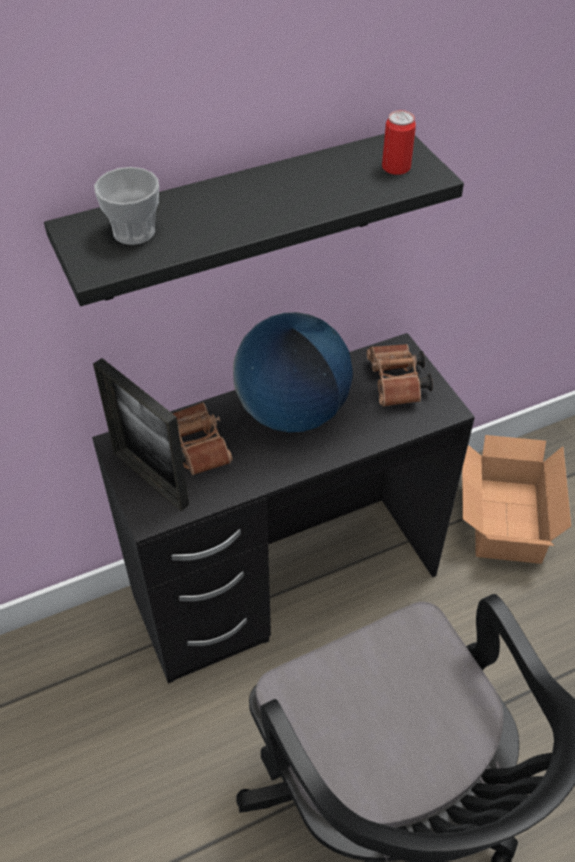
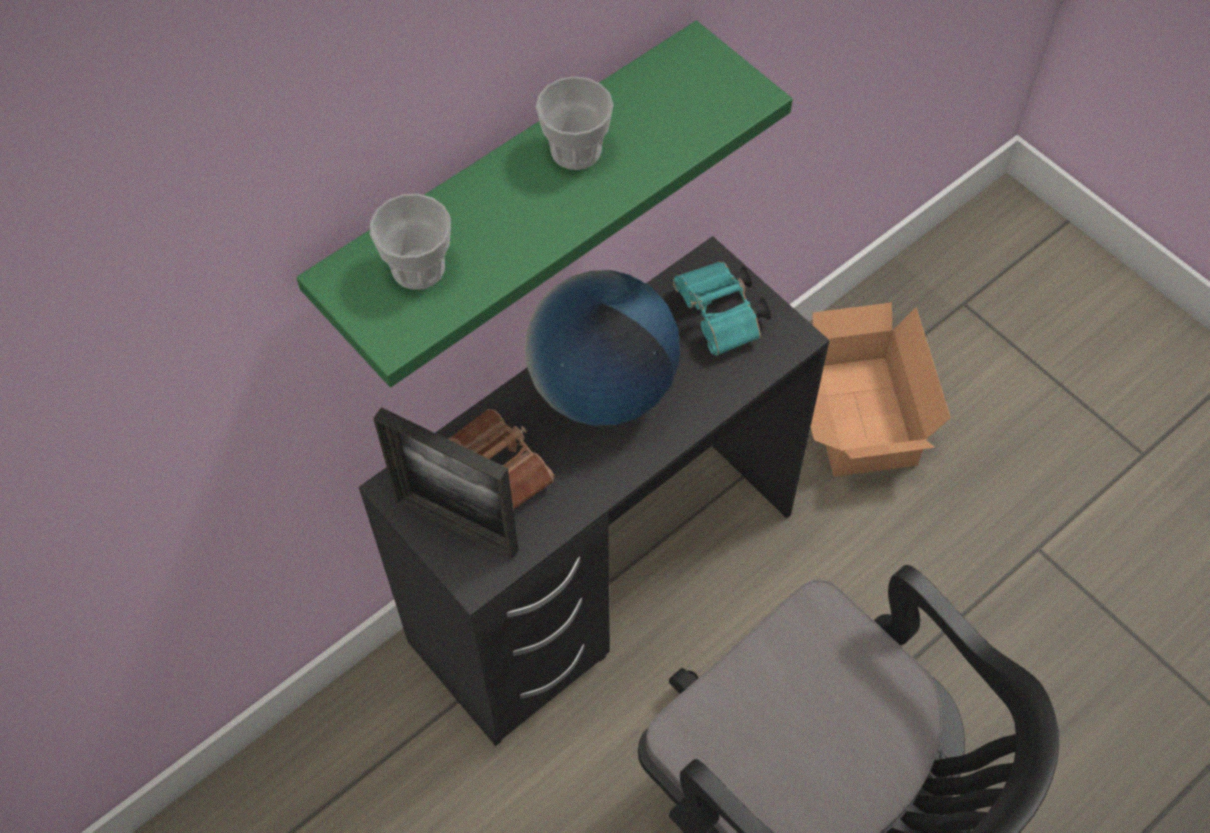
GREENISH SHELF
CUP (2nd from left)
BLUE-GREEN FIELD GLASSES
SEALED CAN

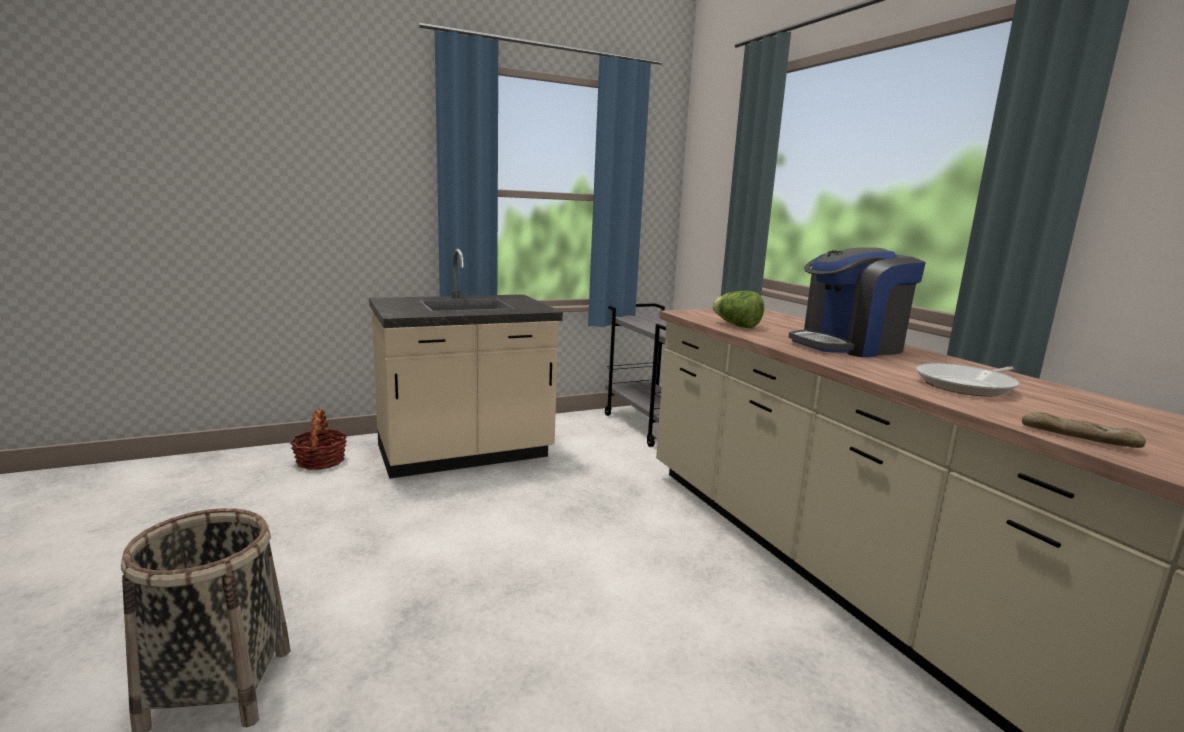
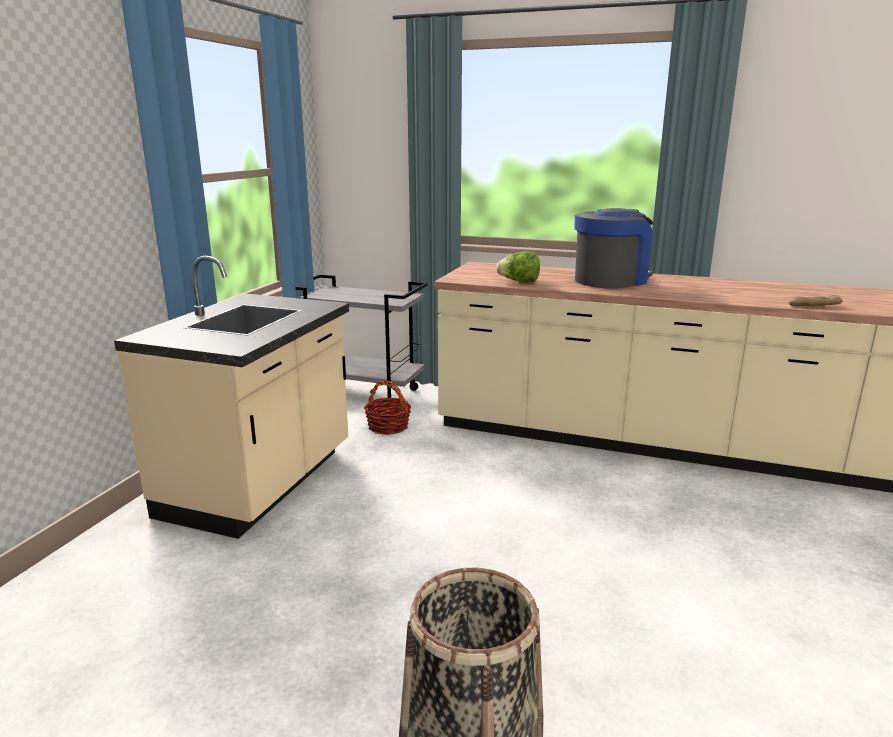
STORAGE BASKET (1st from left)
COFFEE BREWER
PAN

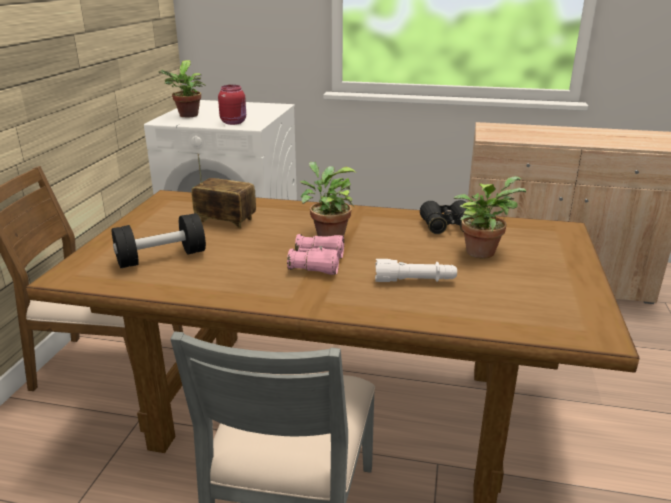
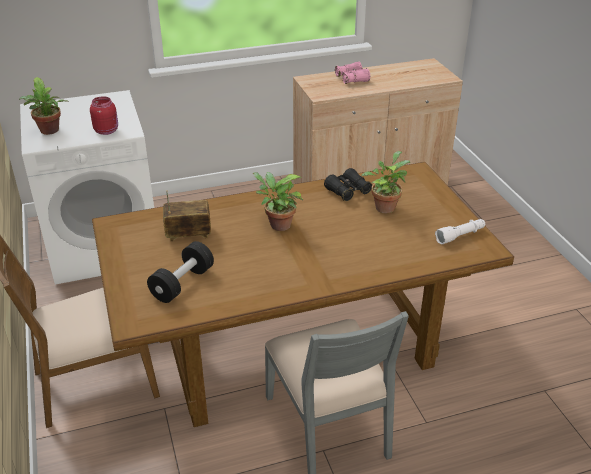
PINK-COLOURED FIELD GLASSES
WHITE HAND TORCH

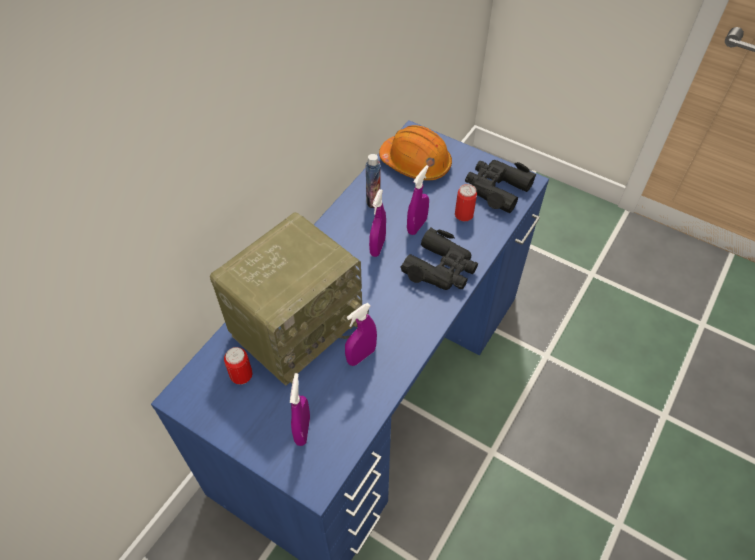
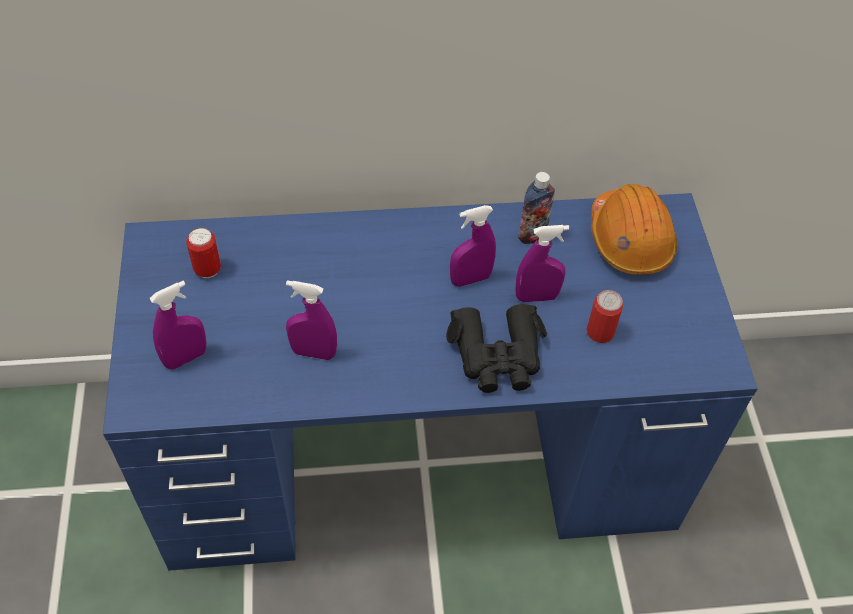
RADIO RECEIVER
BLACK FIELD GLASSES (2nd from left in the first image)

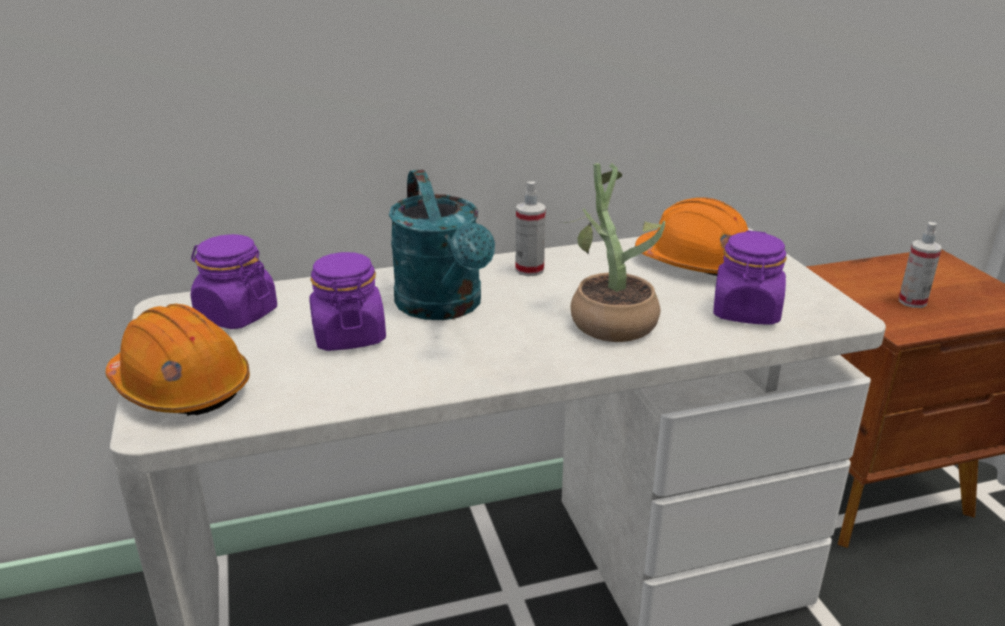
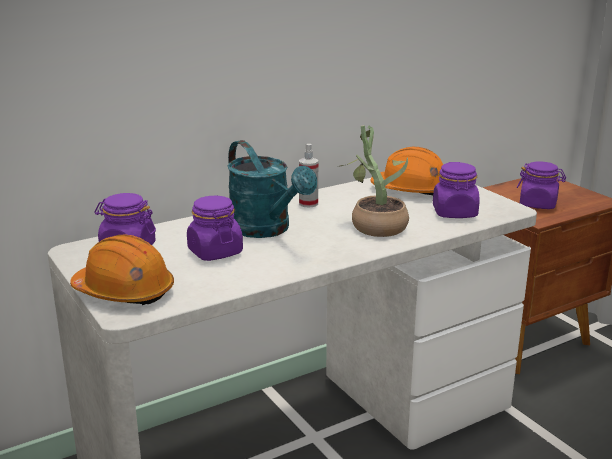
PURPLE PRESERVE JAR (4th from left)

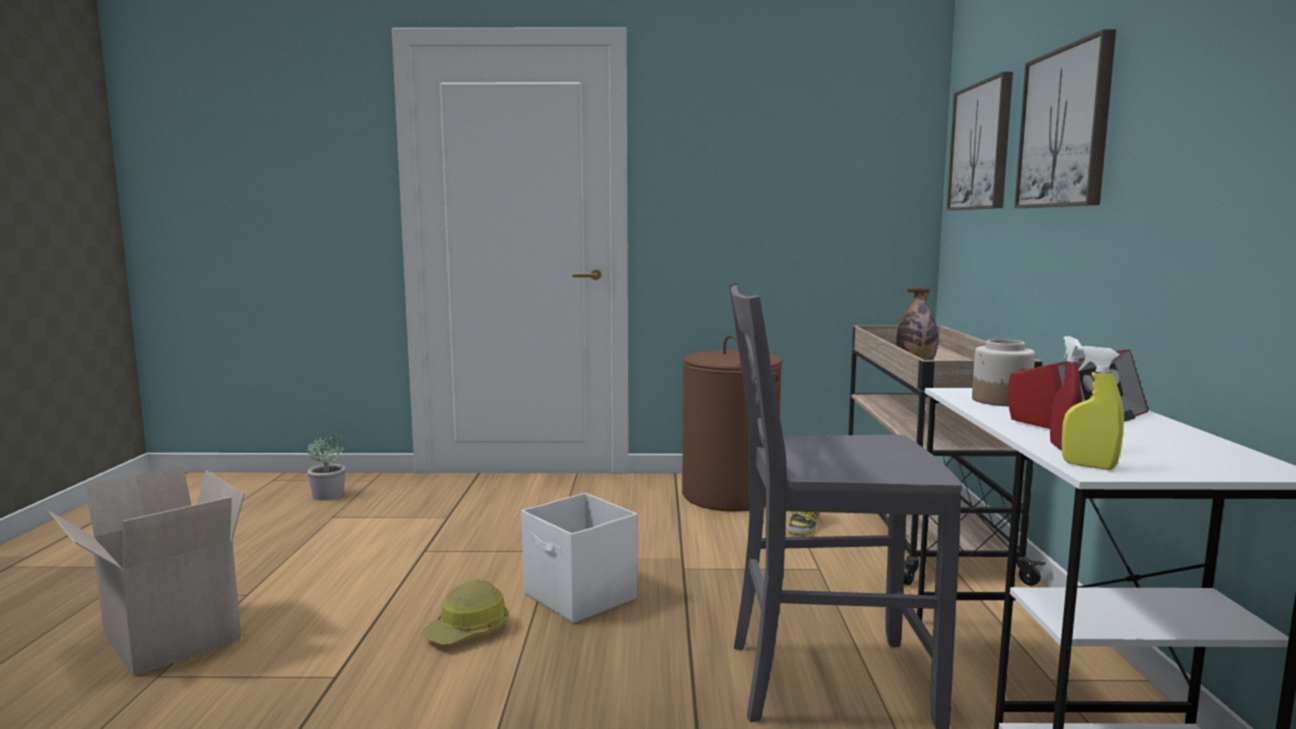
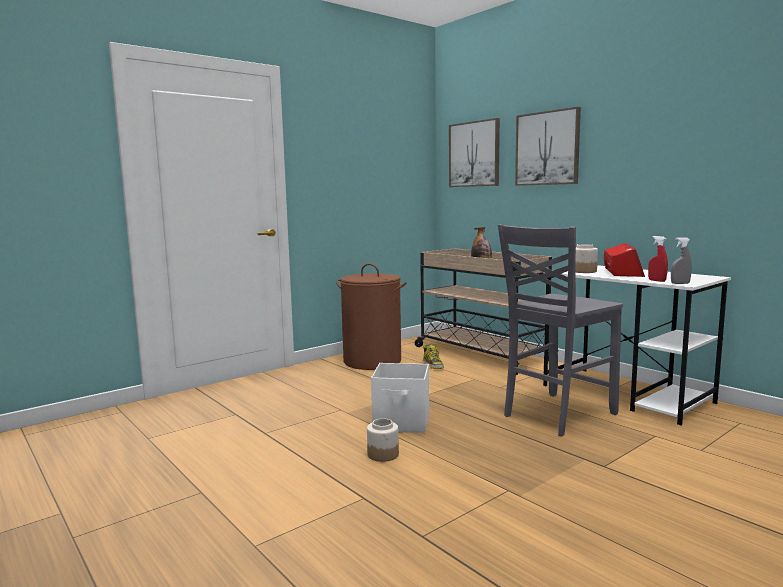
PRESERVE JAR (1st from left)
GREY SPRAYER
PACKING BOX
PLANT IN A POT

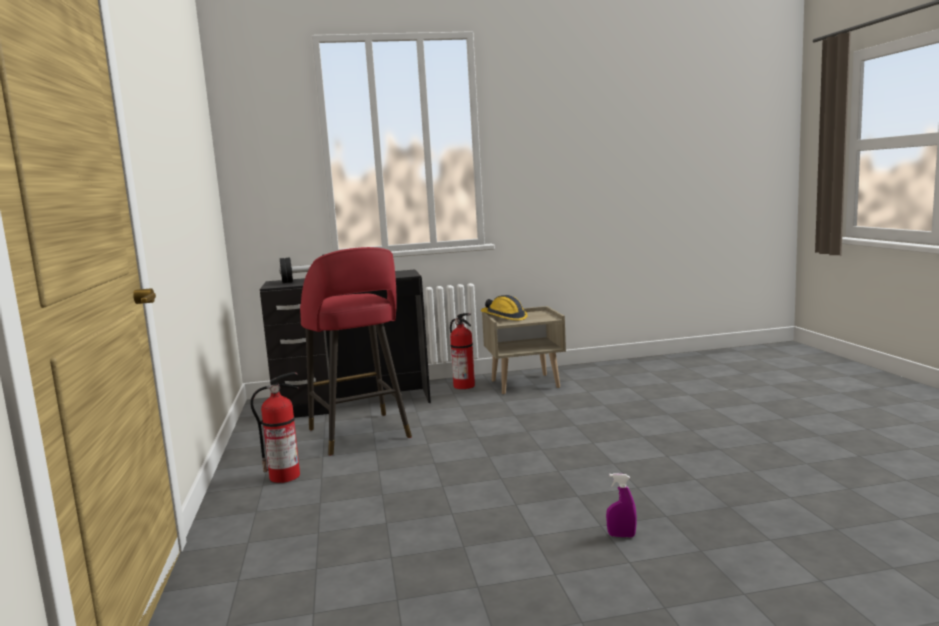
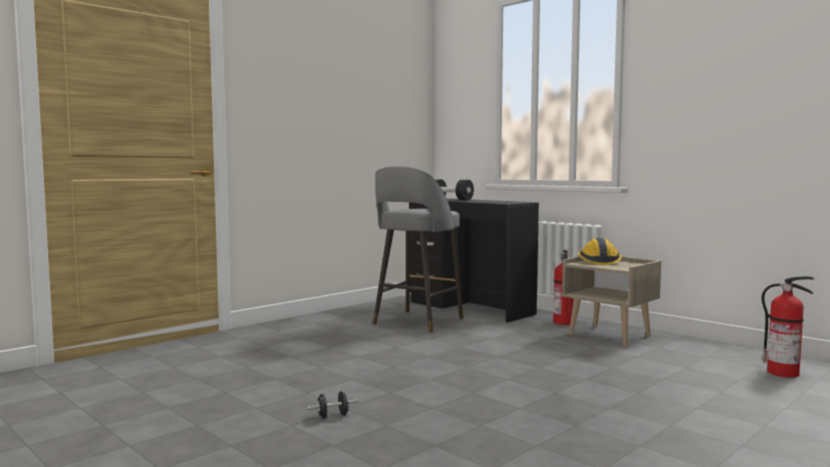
BLACK FREE WEIGHT (1st from left)
GREY STOOL
FIRE-FIGHTING CYLINDER (2nd from left)

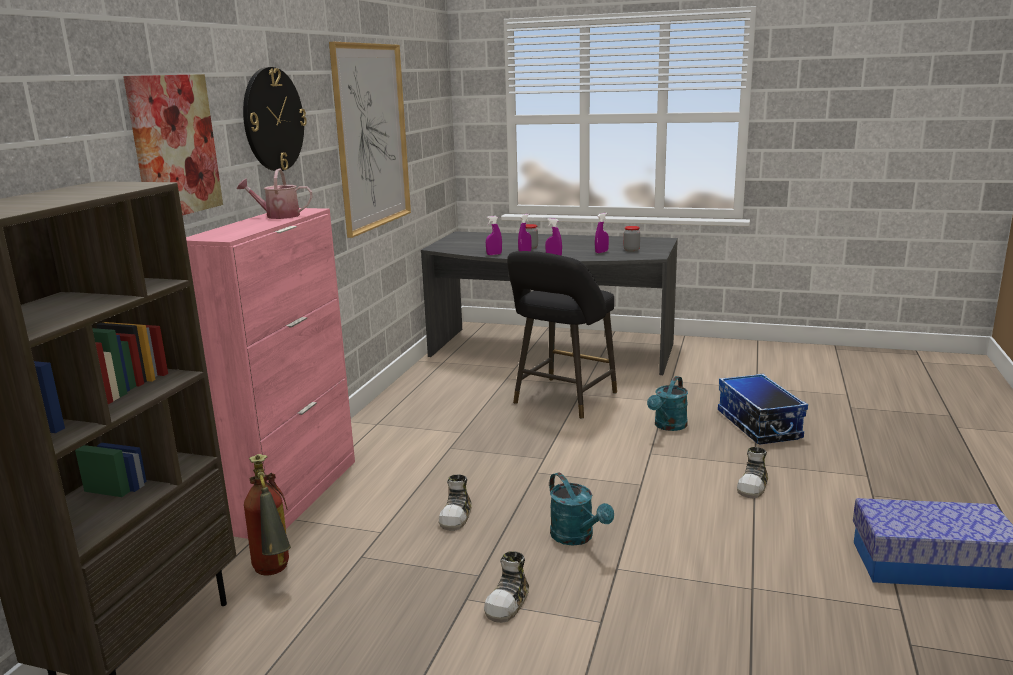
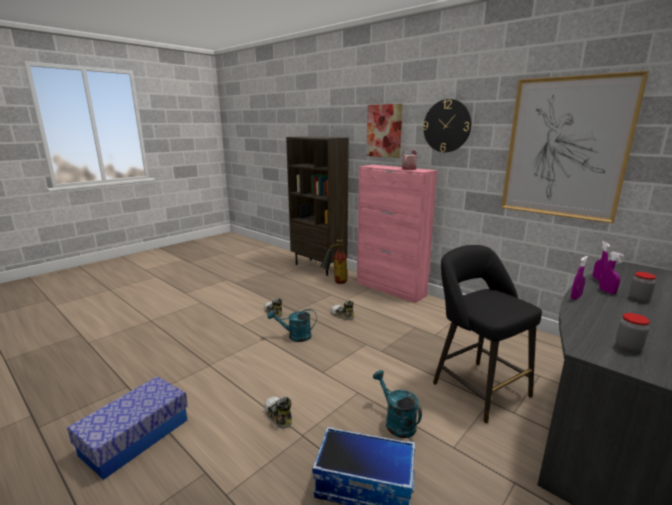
PURPLE SPRAYER (4th from left in the first image)

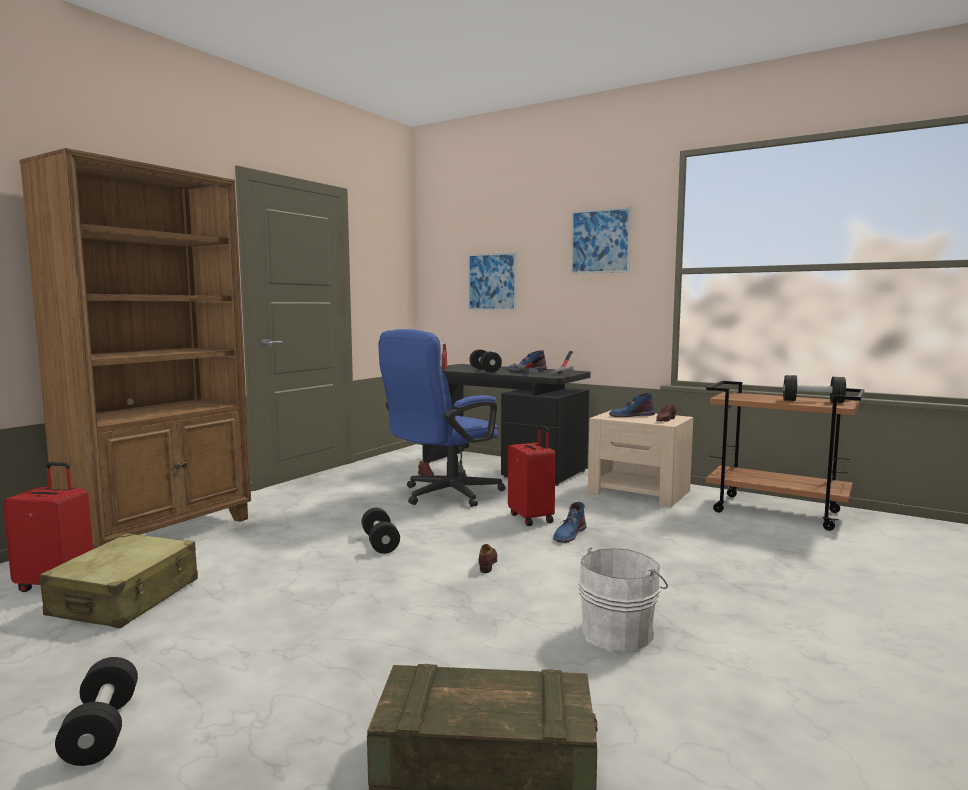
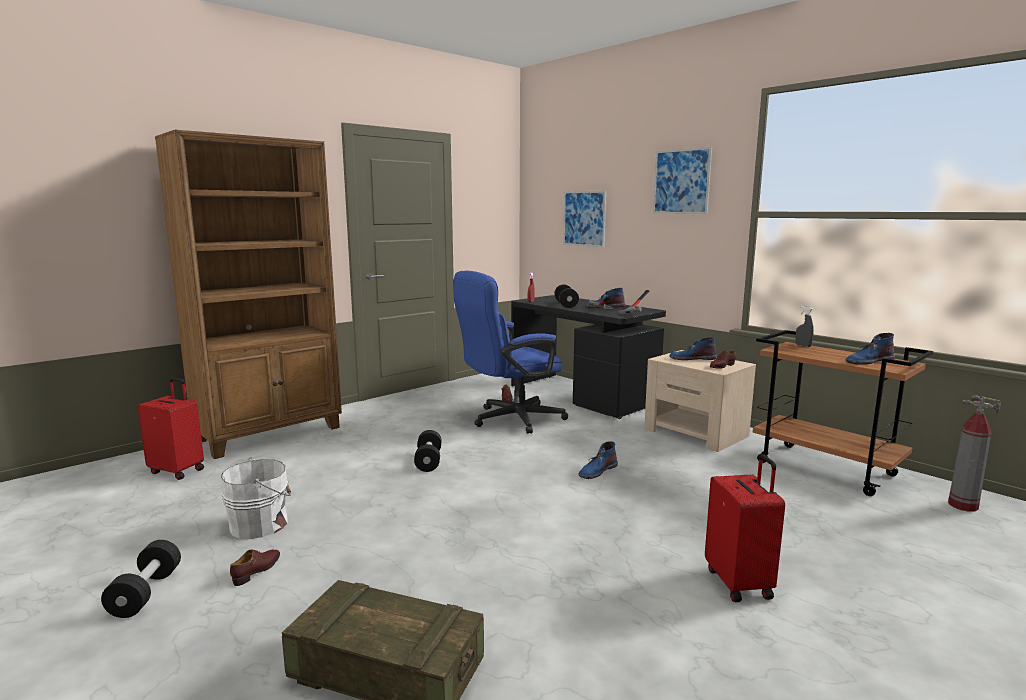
WHITE PAIL
BROWNISH SHOE (1st from left)
RED-COLOURED TRAVEL CASE (2nd from left)
GREY SPRAYER
BLUE BOOT (4th from left)
FIRE-FIGHTING CYLINDER
BEIGE TRAVEL CASE

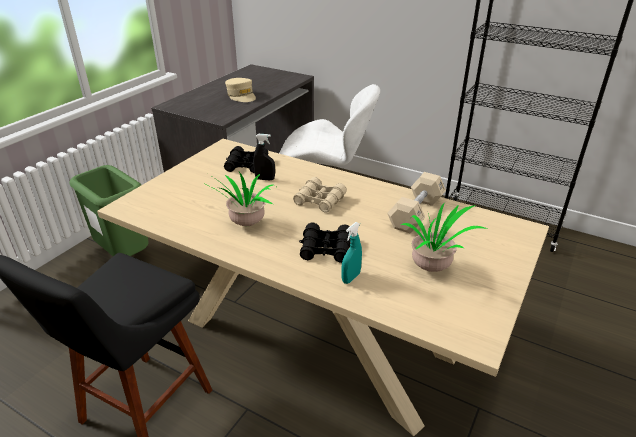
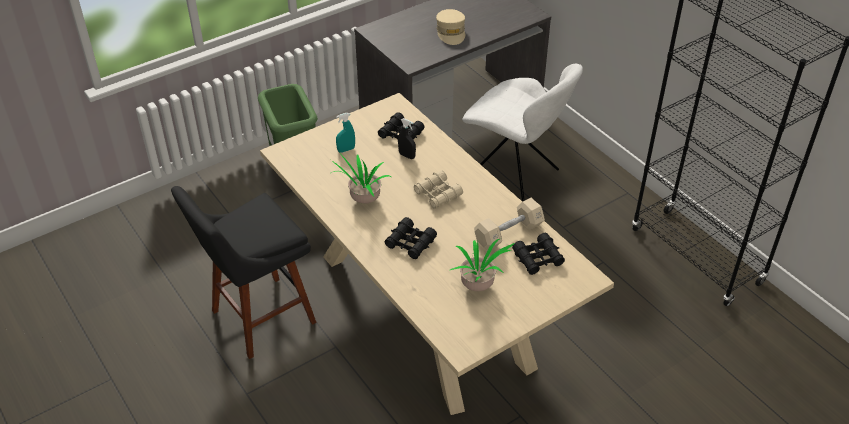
BLUE-GREEN SPRAYER
BLACK FIELD GLASSES (3rd from left)

